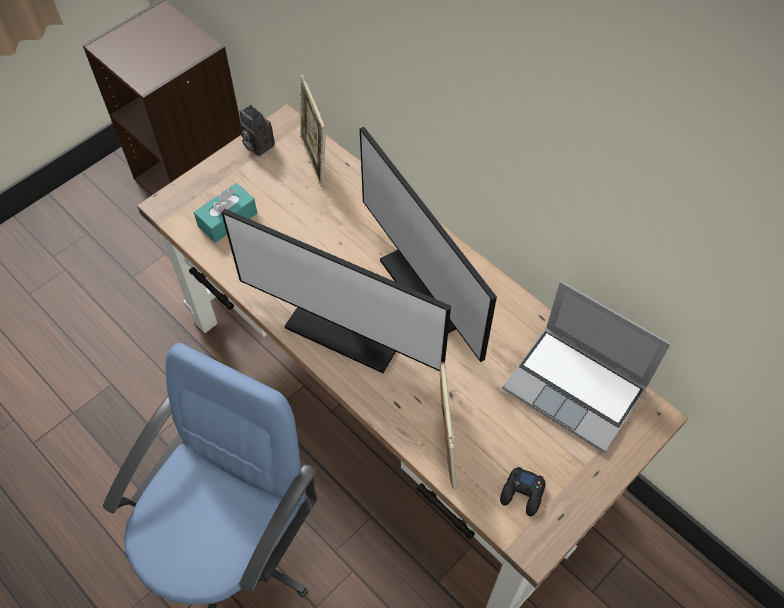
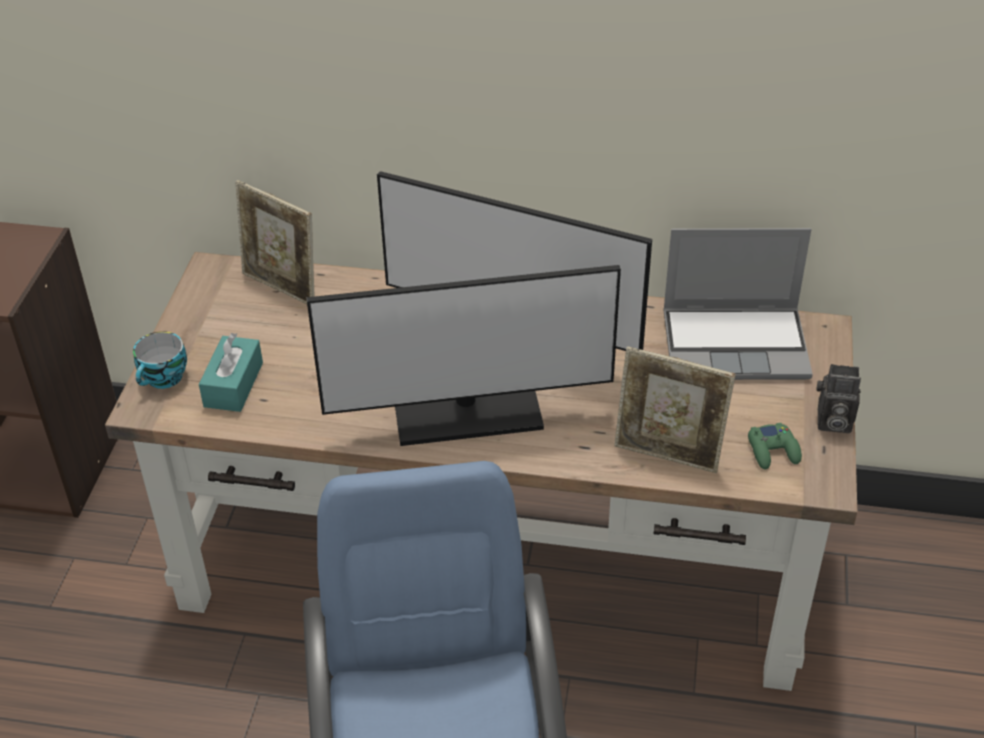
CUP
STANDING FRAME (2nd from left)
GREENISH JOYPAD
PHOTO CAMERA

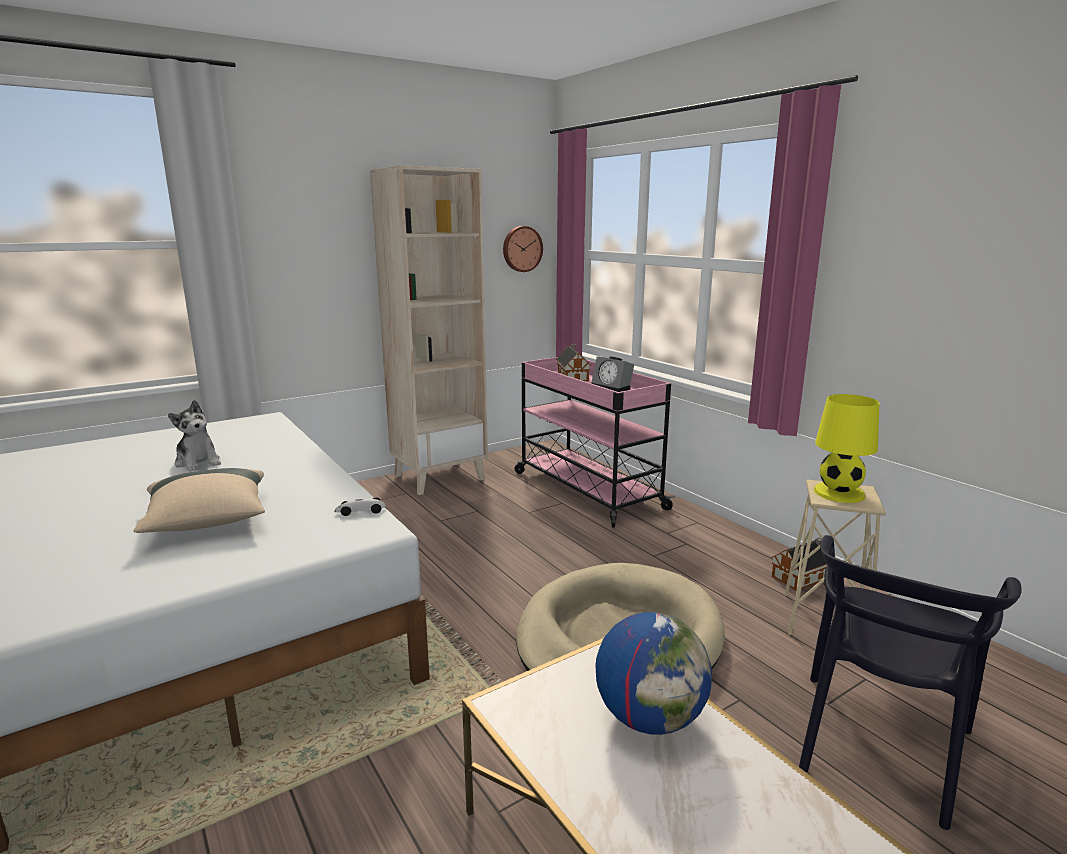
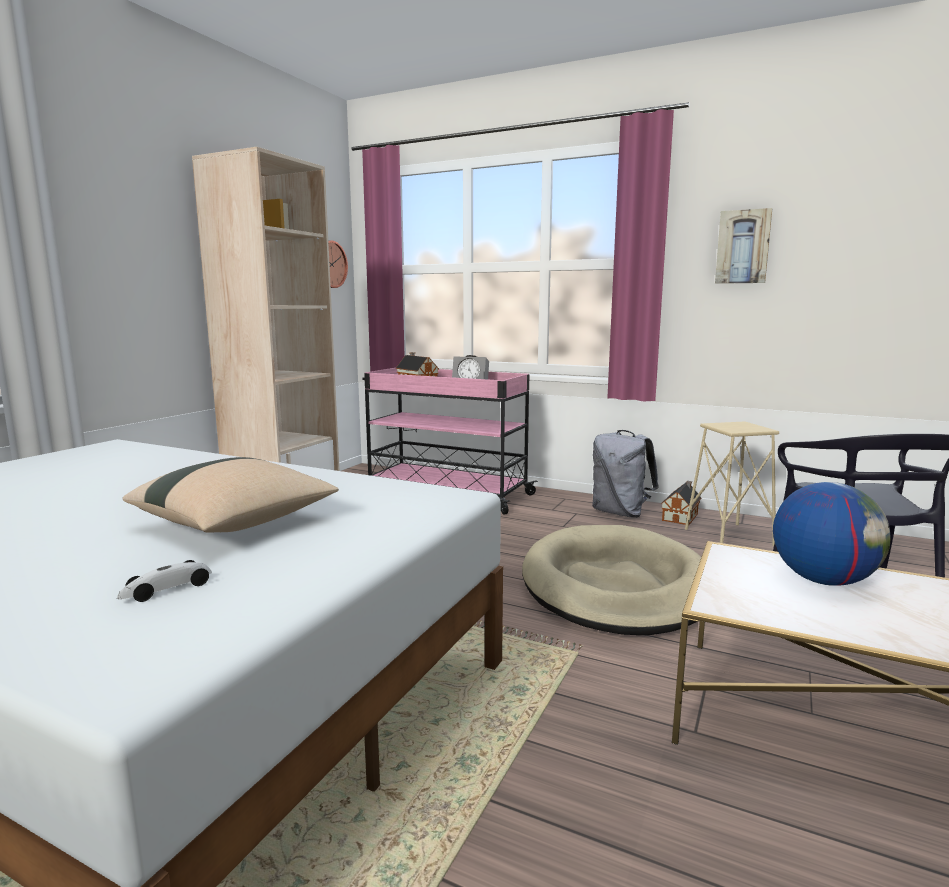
MINIATURE CAR
GREY RUCKSACK
PICTURE
CUDDLY TOY
YELLOW-COLOURED LAMP FOR A TABLE

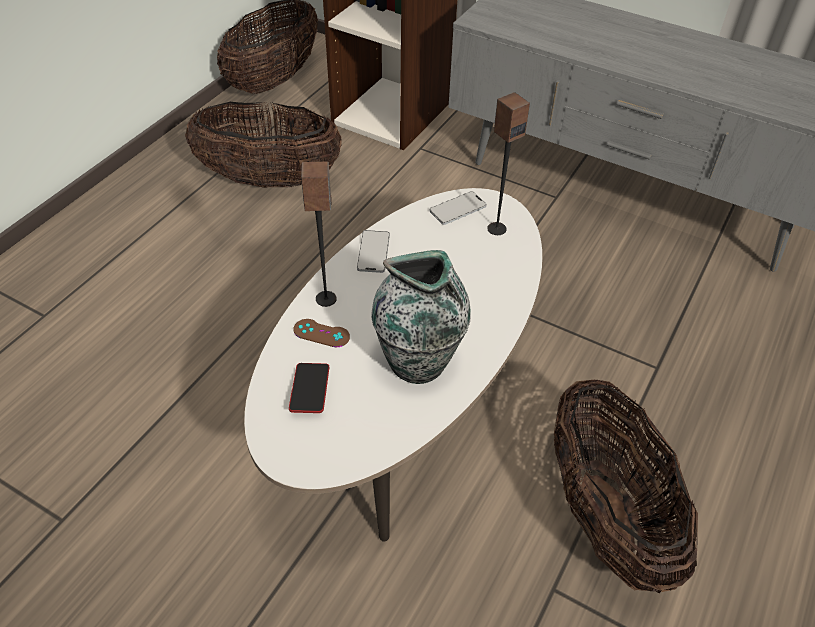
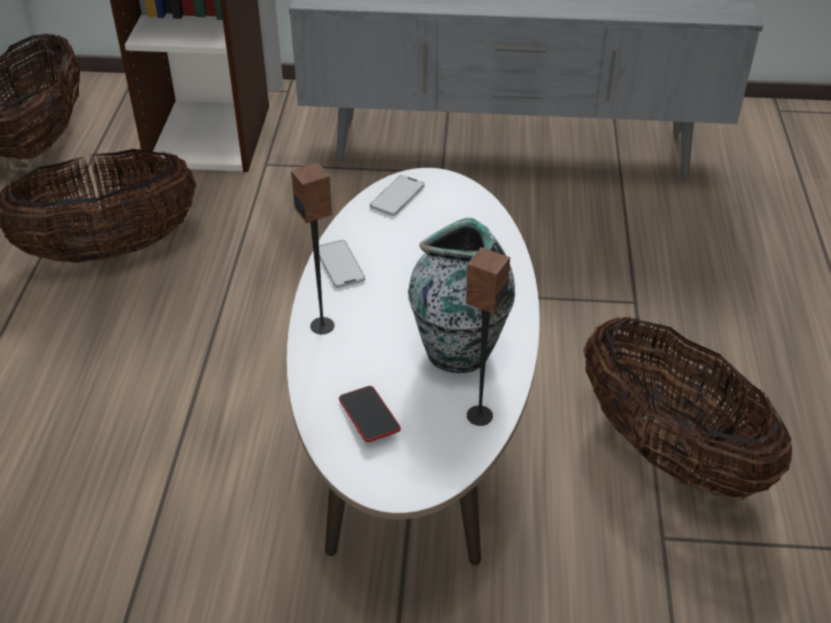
SPEAKER (2nd from left)
BROWNISH JOYPAD

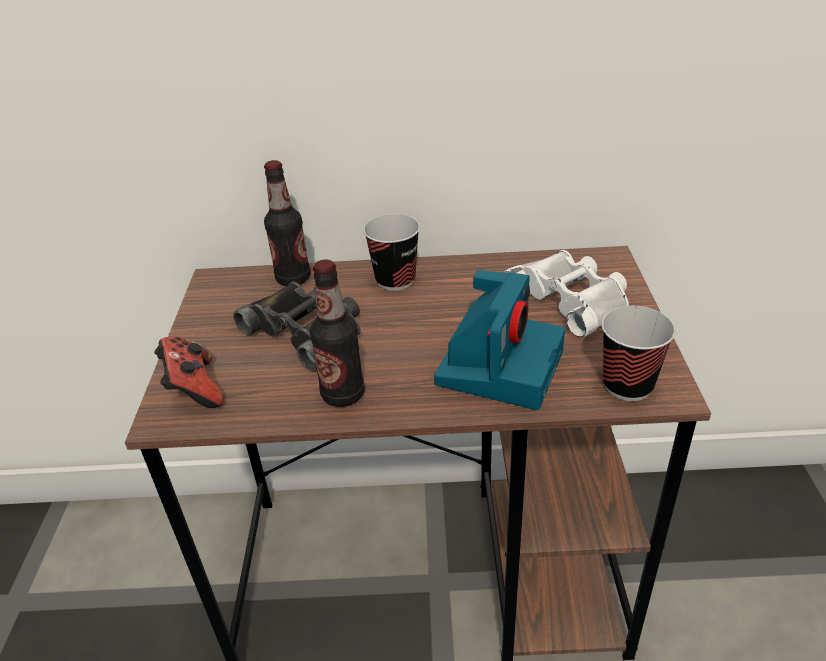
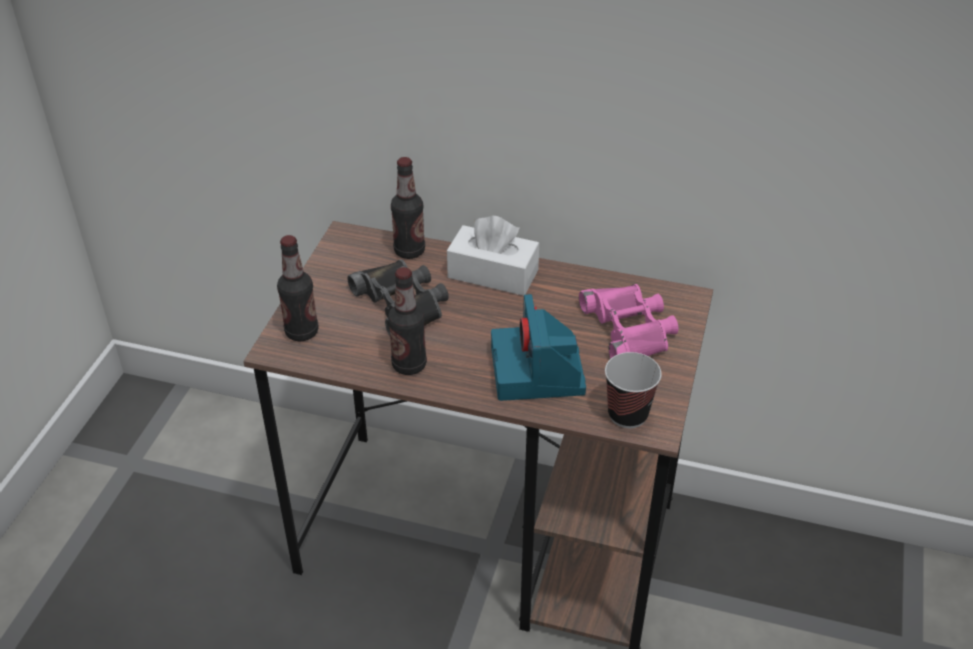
BOTTLE (1st from left)
WHITE BOX OF TISSUES
PHOTO CAMERA
PINK-COLOURED FIELD GLASSES

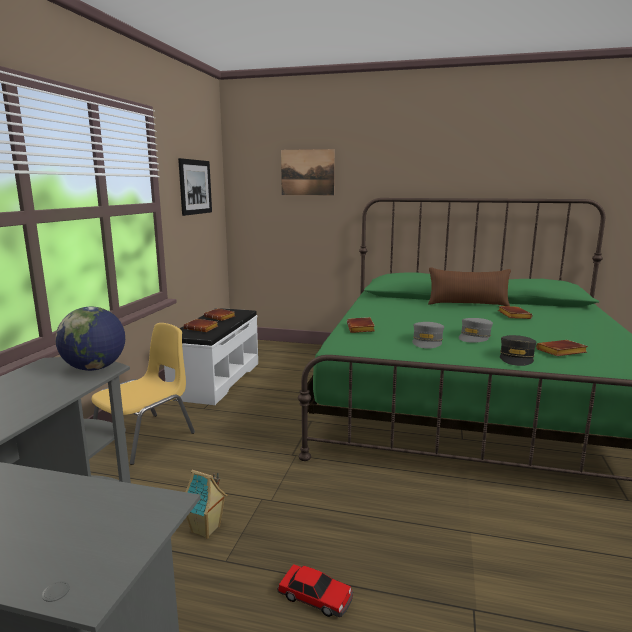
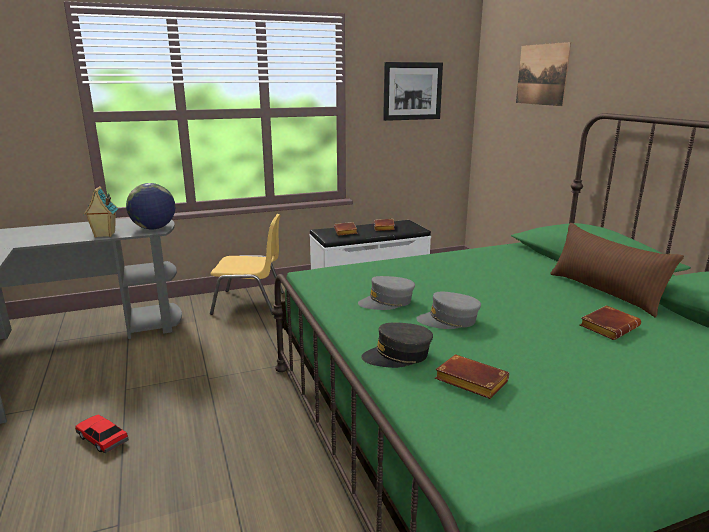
MINIATURE CAR
MODEL HOUSE
BROWNISH BOOK (3rd from left in the first image)

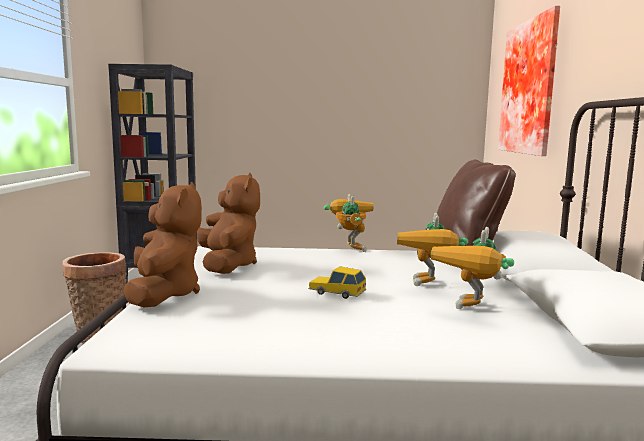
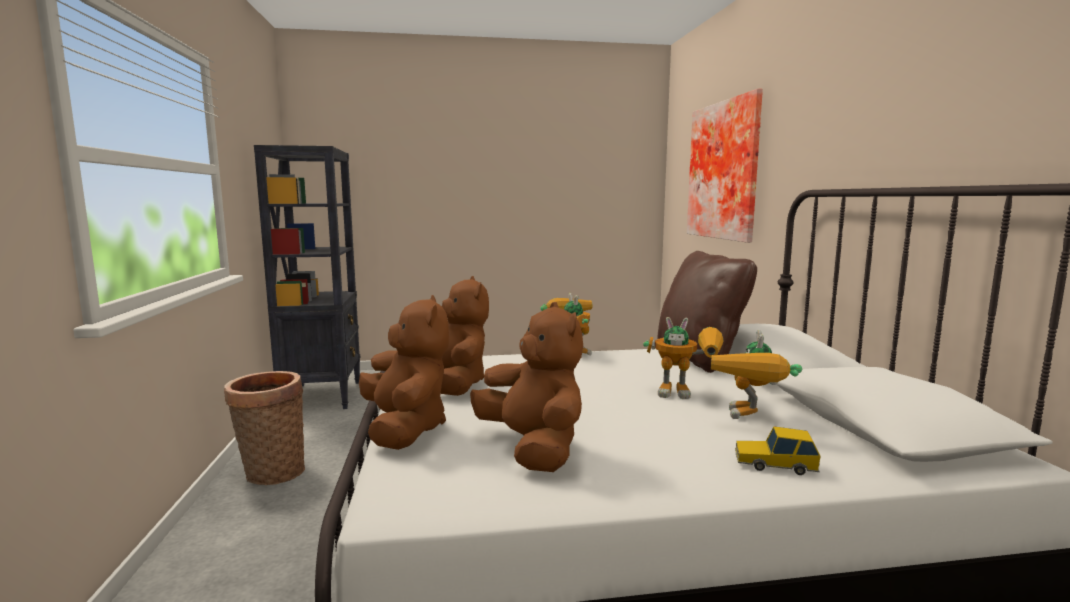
BROWNISH CUDDLY TOY (3rd from left)
ROBOT FIGURE (2nd from left)
MINIATURE CAR

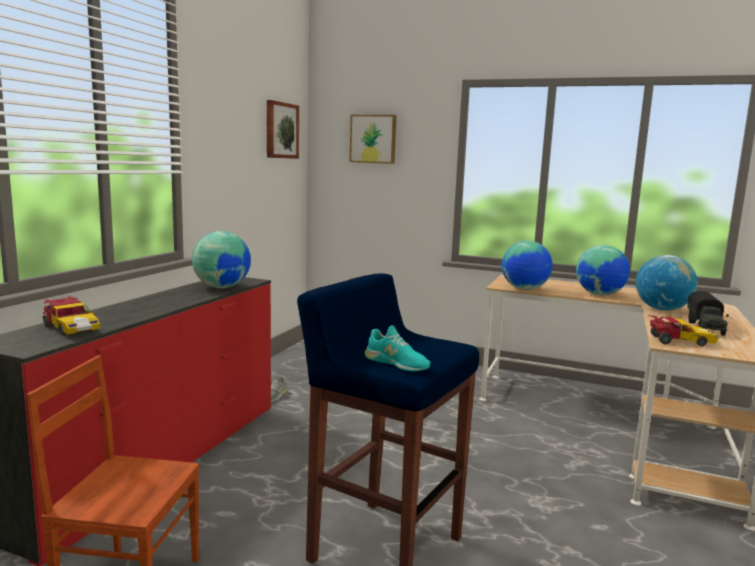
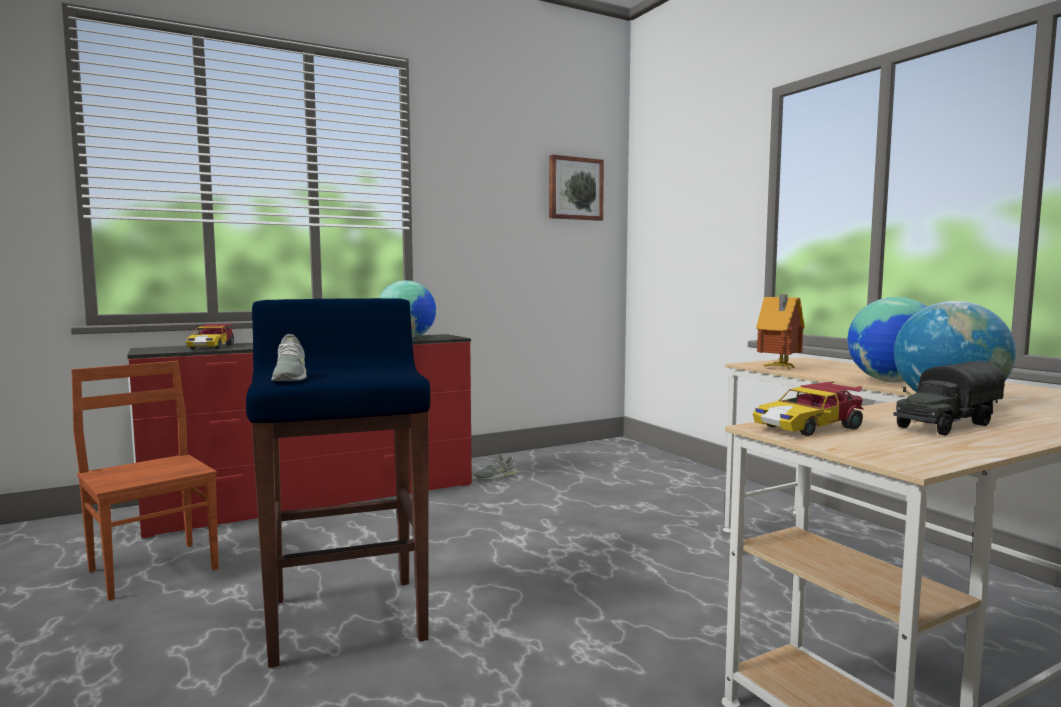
GREY SHOE (1st from left)
MINIATURE CAR (2nd from left)
MODEL HOUSE
PICTURE (2nd from left in the first image)

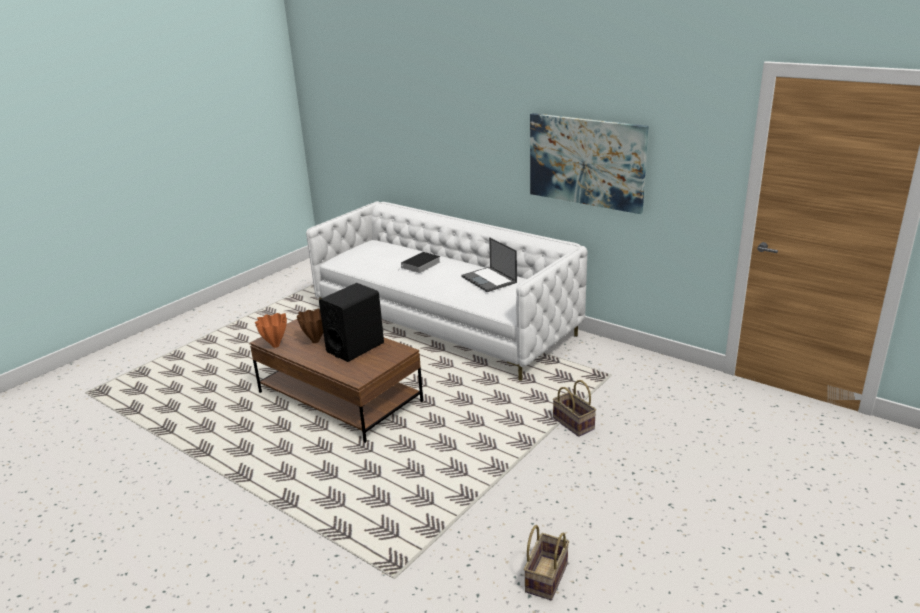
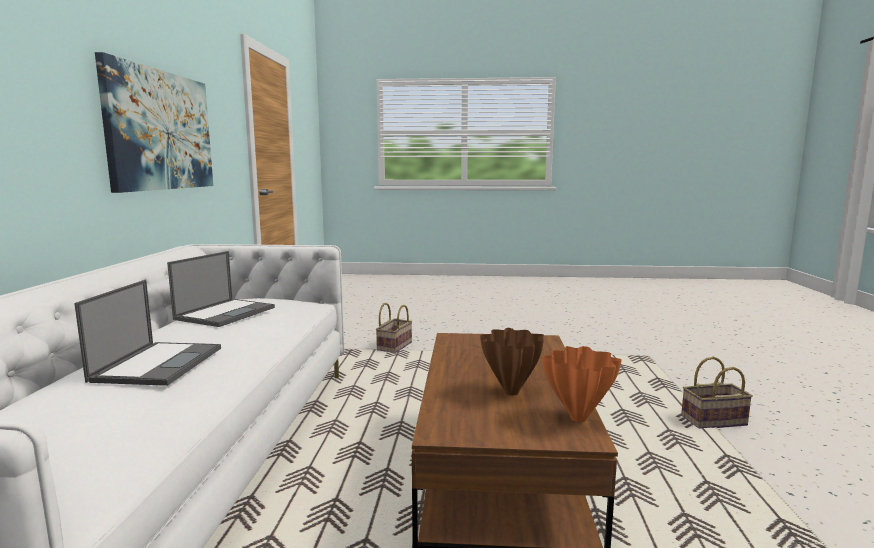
NOTEBOOK COMPUTER (1st from left)
STORAGE BASKET (2nd from left)
BLACK SPEAKER

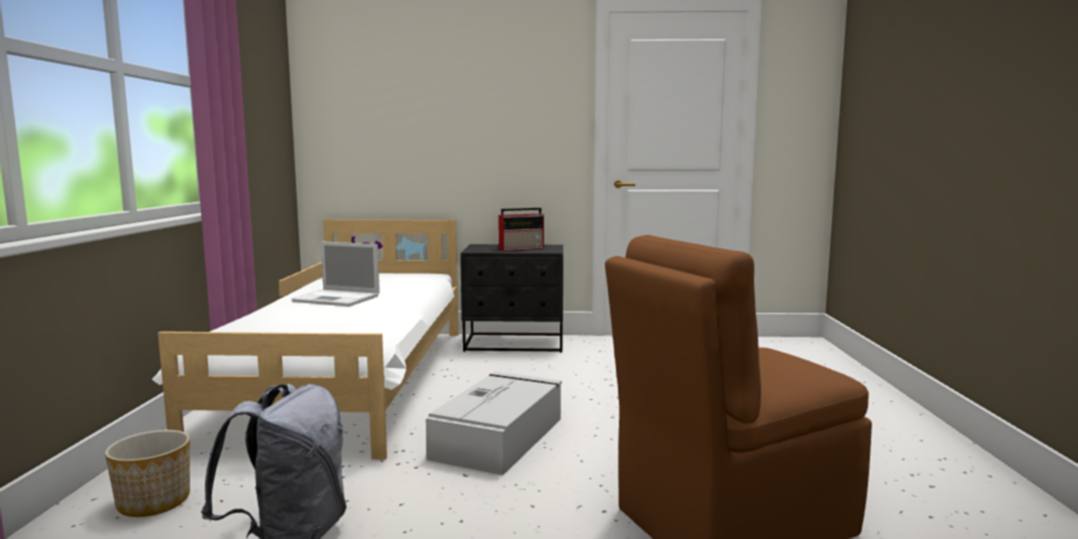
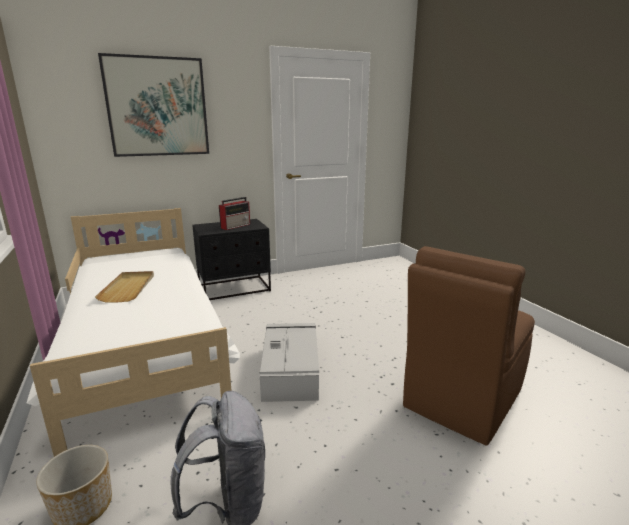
BEIGE SERVING TRAY
PICTURE

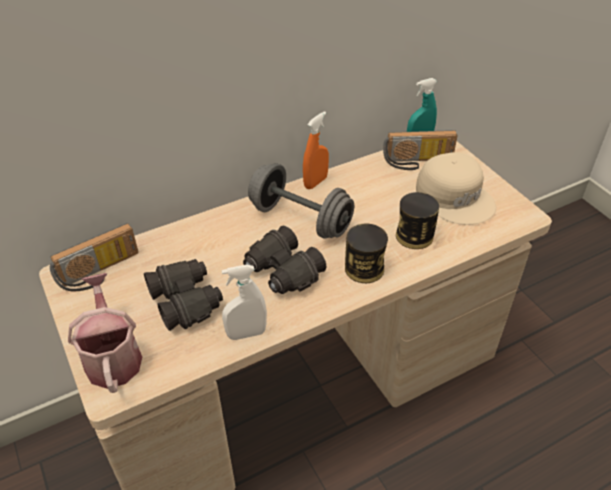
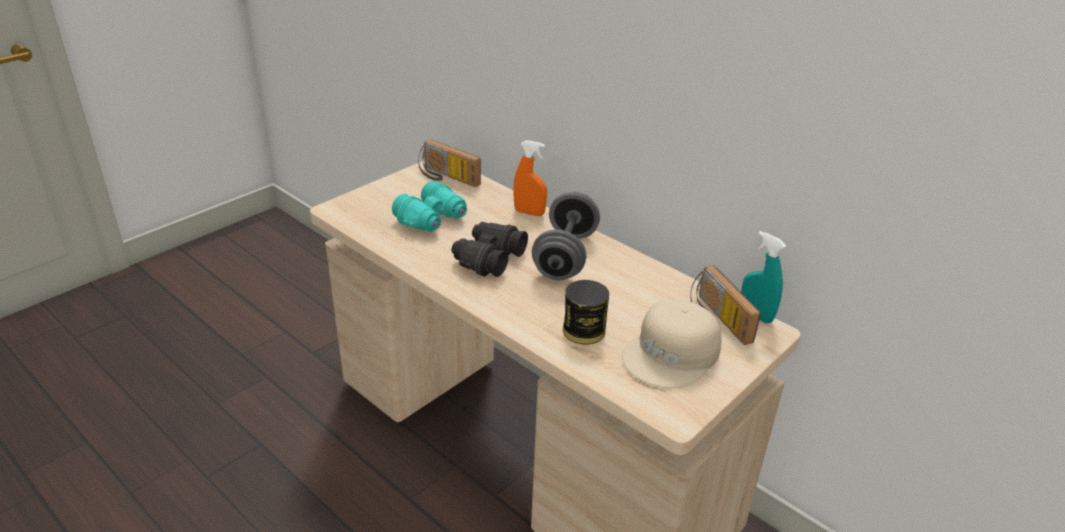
BLUE-GREEN FIELD GLASSES
ORANGE-COLOURED SPRAYER
WATERING CAN
WHITE SPRAYER
SEALED CAN (1st from left in the first image)

